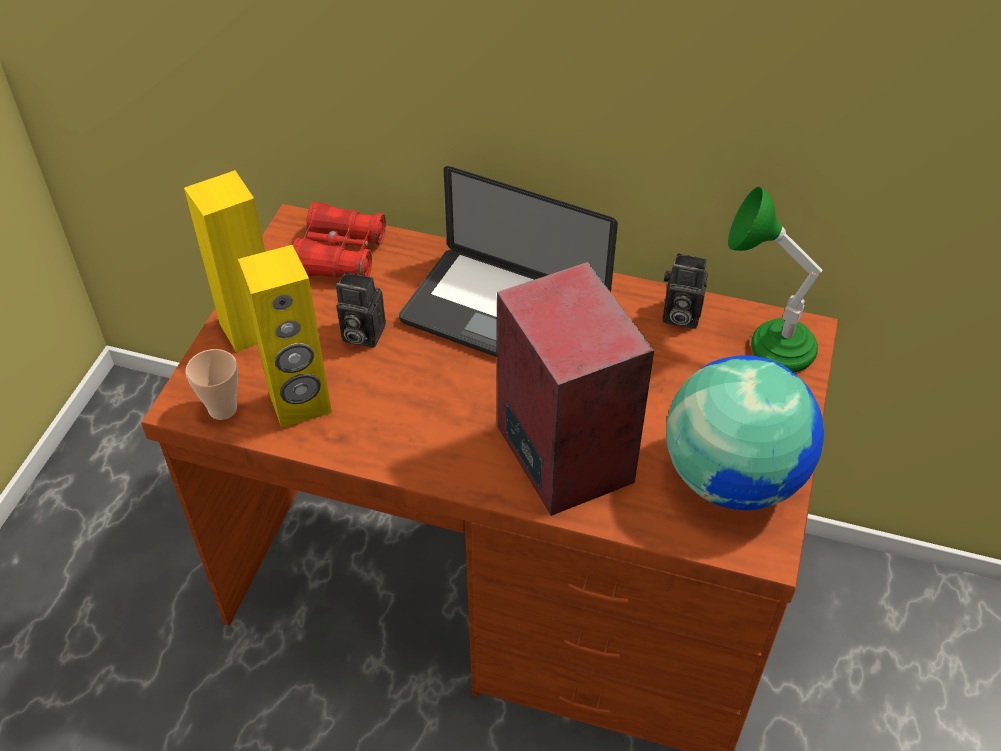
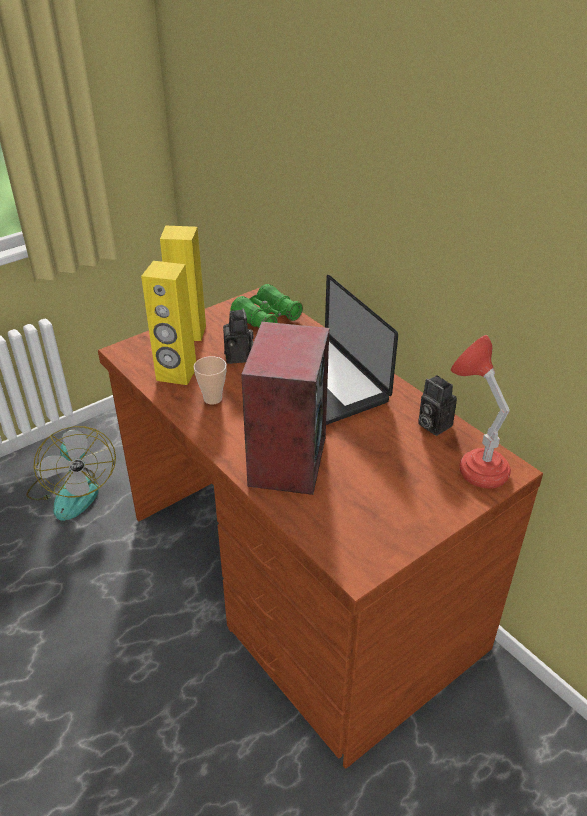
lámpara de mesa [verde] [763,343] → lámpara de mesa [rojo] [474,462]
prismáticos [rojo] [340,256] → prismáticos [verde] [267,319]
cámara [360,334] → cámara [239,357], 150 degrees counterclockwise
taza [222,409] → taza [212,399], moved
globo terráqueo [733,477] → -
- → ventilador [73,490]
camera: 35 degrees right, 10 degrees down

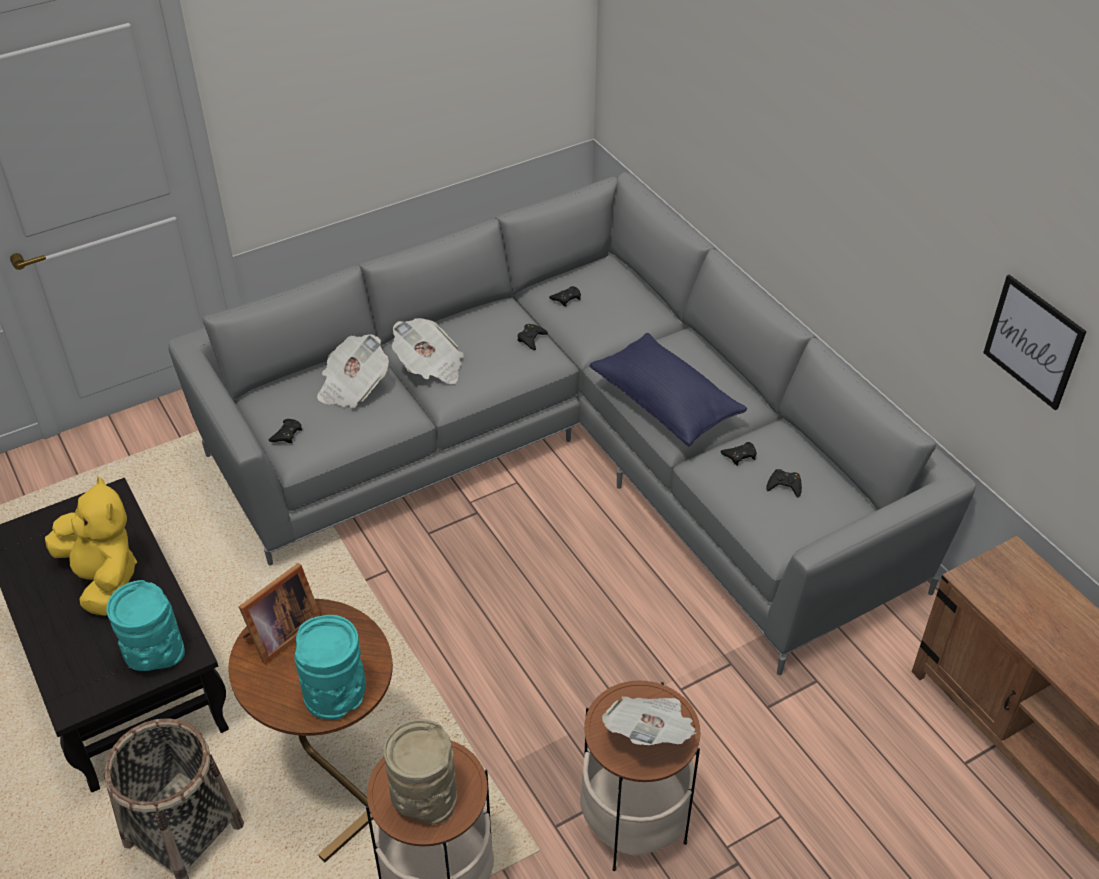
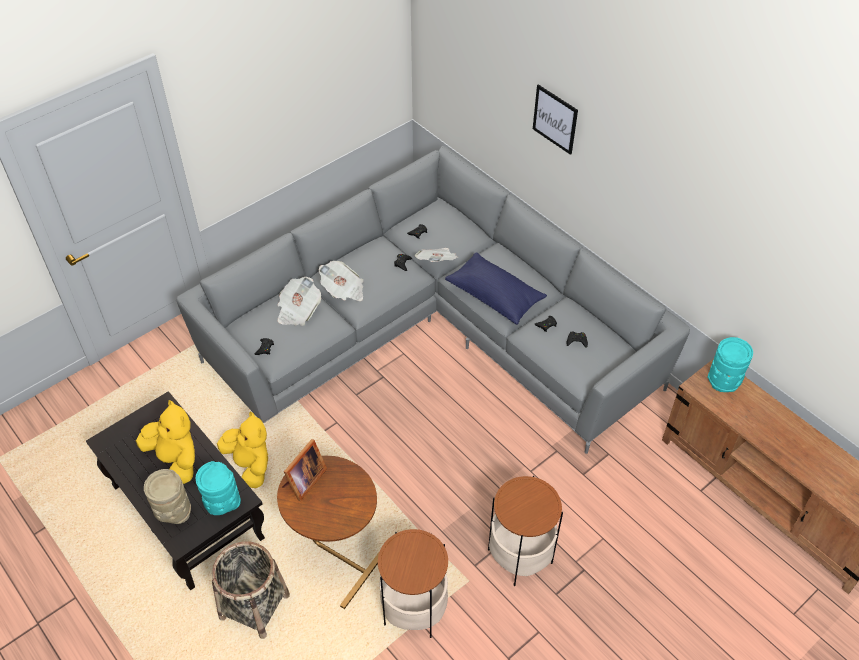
cuadro [1033,342] → cuadro [555,119], moved
florero [turquesa] [336,695] → florero [turquesa] [724,380], moved
periódico [650,733] → periódico [437,263], moved
florero [beis] [423,799] → florero [beis] [172,511], moved
- → peluche [amarillo] [250,465]
camera: 10 degrees left, 5 degrees up

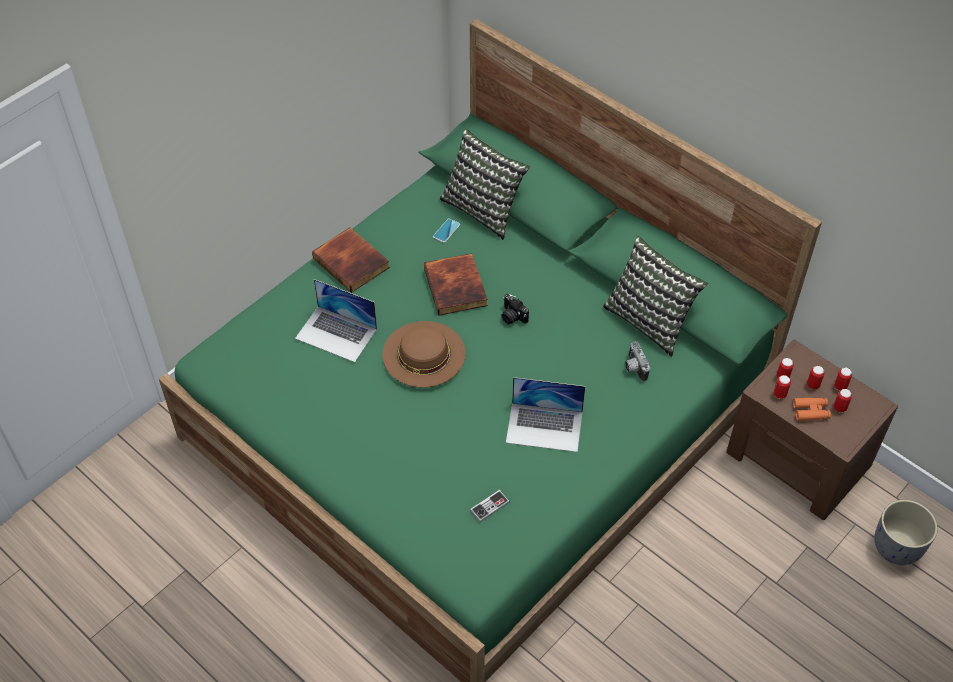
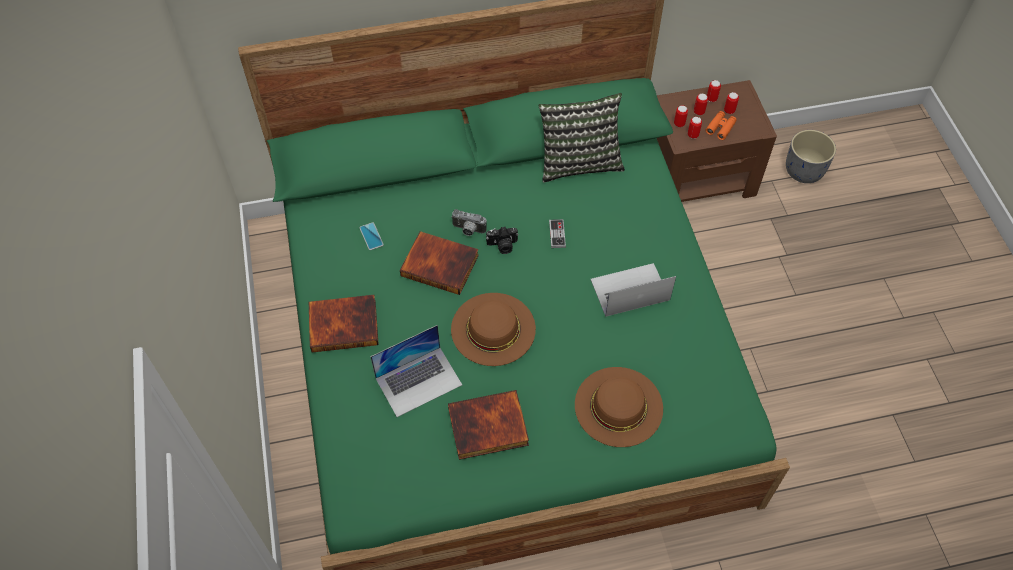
cojín [484,208] → -
cámara [633,368] → cámara [468,230], moved
portátil [544,427] → portátil [629,290], 150 degrees counterclockwise
mando de consola [489,506] → mando de consola [557,234], moved
- → sombrero [marrón] [618,406]
- → libro [487,428]
camera: 55 degrees left, 5 degrees up

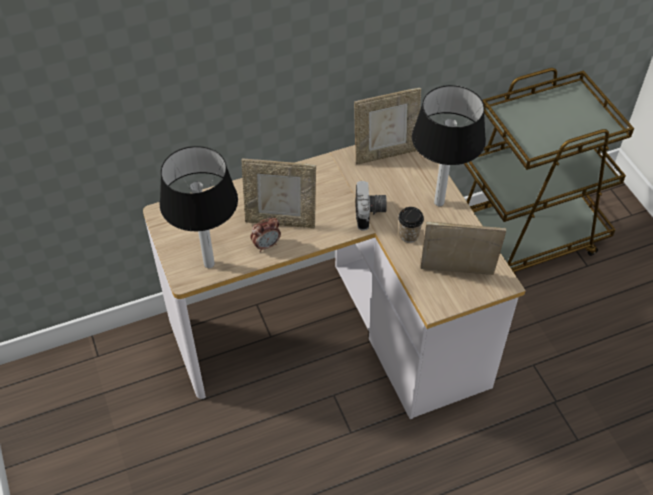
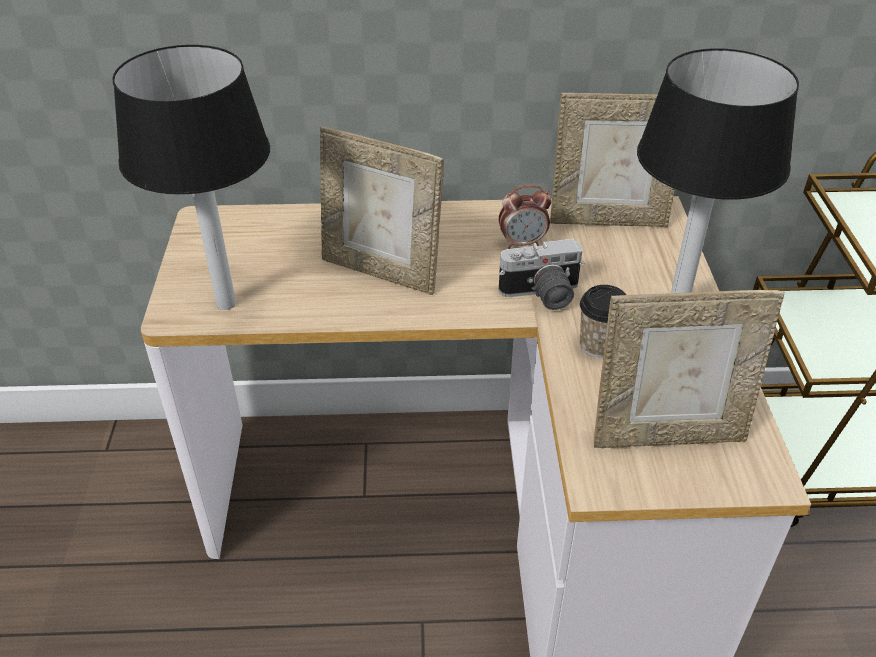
cámara [370,213] → cámara [542,296], 60 degrees clockwise
despertador [266,245] → despertador [522,243], moved
portarretratos [456,274] → portarretratos [667,435], 150 degrees clockwise
camera: 20 degrees right, 10 degrees down

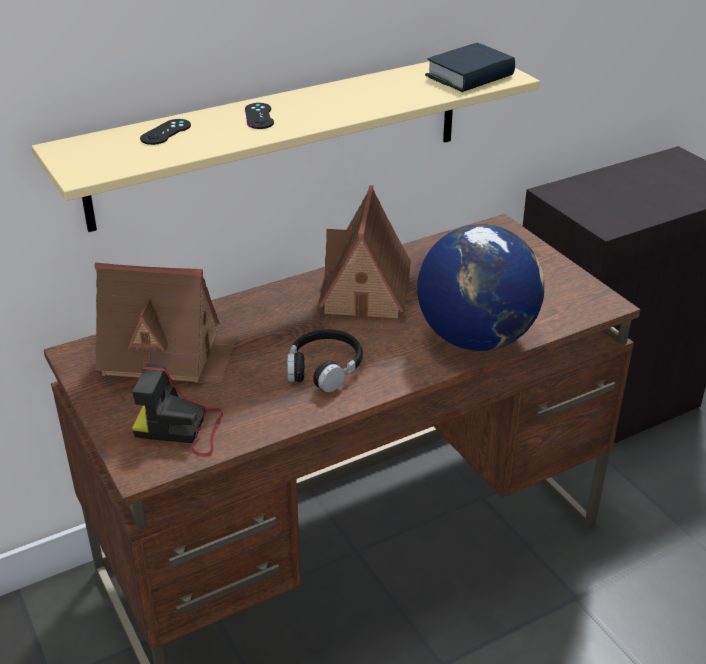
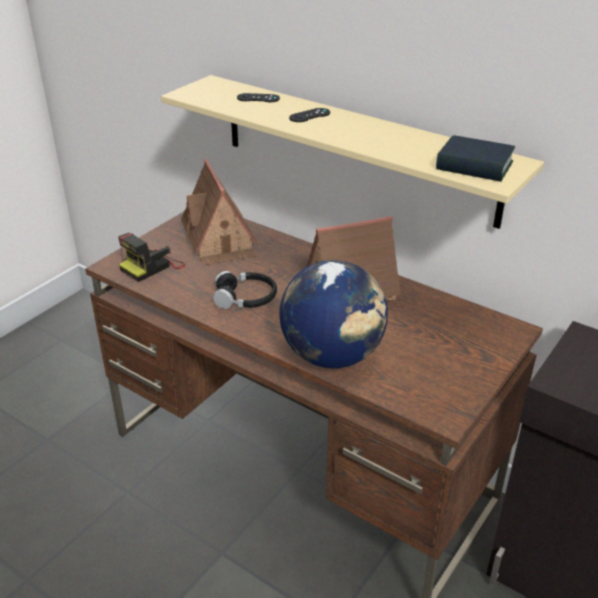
cámara [181,429] → cámara [152,267], 120 degrees counterclockwise
camera: 65 degrees right, 0 degrees up

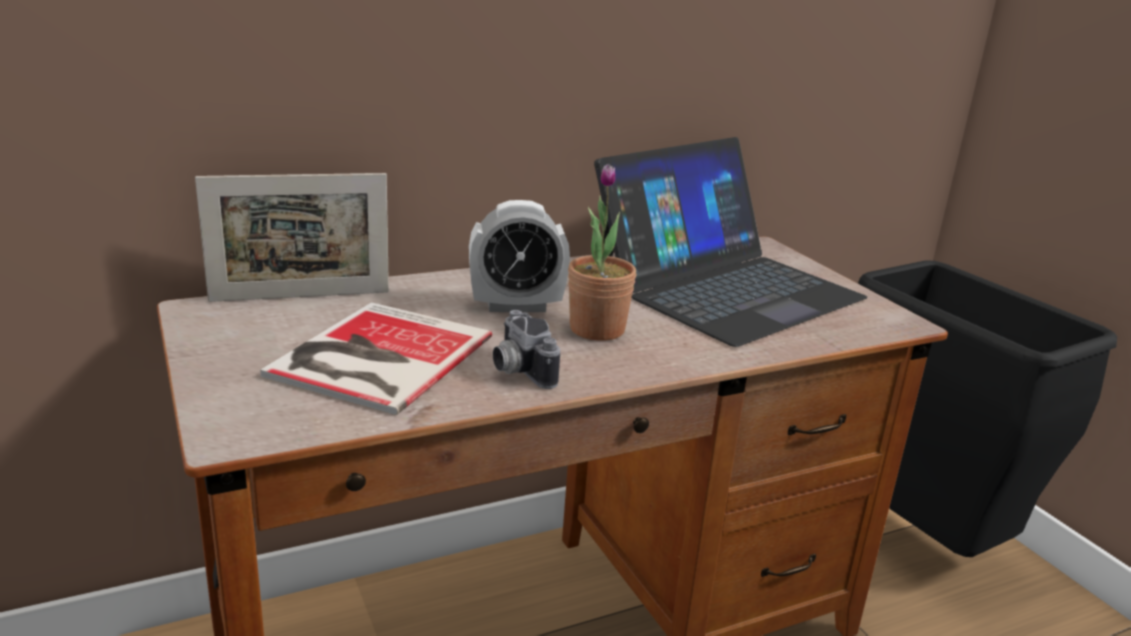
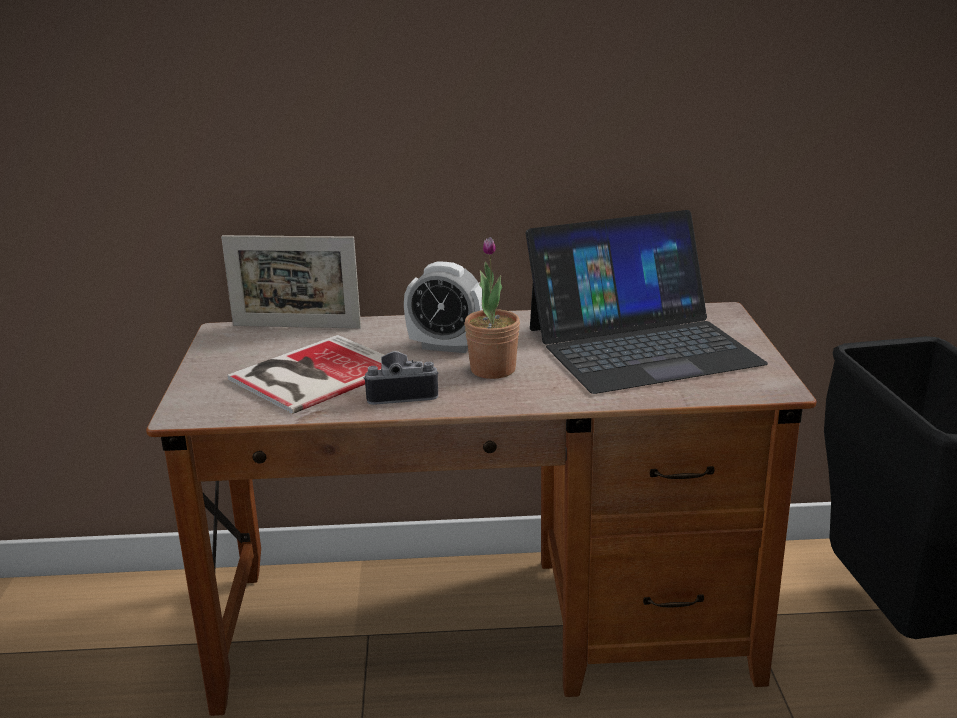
cámara [517,371] → cámara [402,394], 90 degrees clockwise
camera: 25 degrees right, 0 degrees up

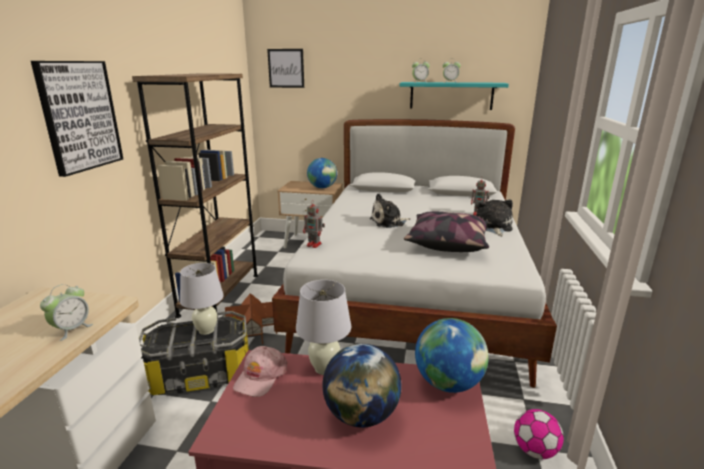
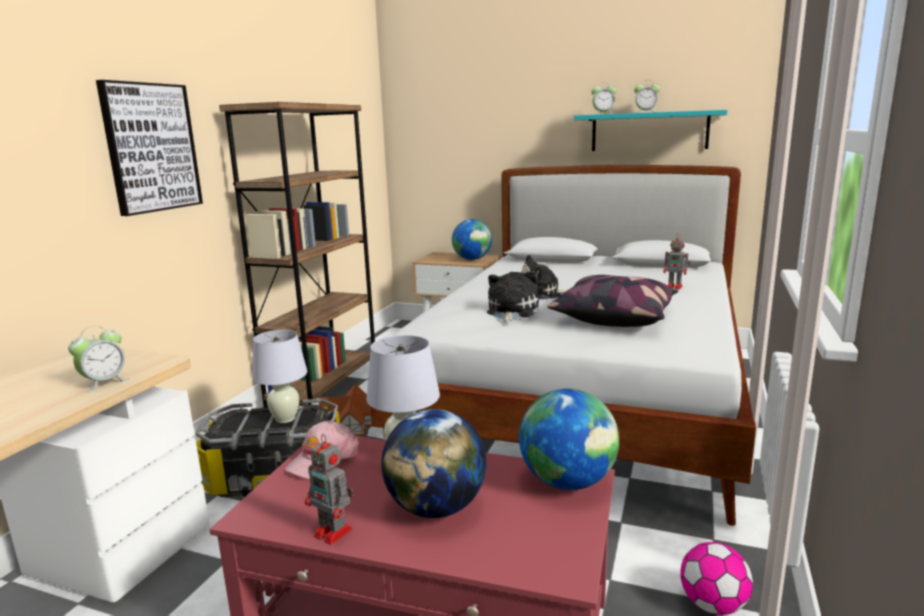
cuadro [286,68] → -
robot de juguete [314,245] → robot de juguete [334,533], moved
peluche [493,227] → peluche [511,312], moved
camera: 10 degrees right, 5 degrees down

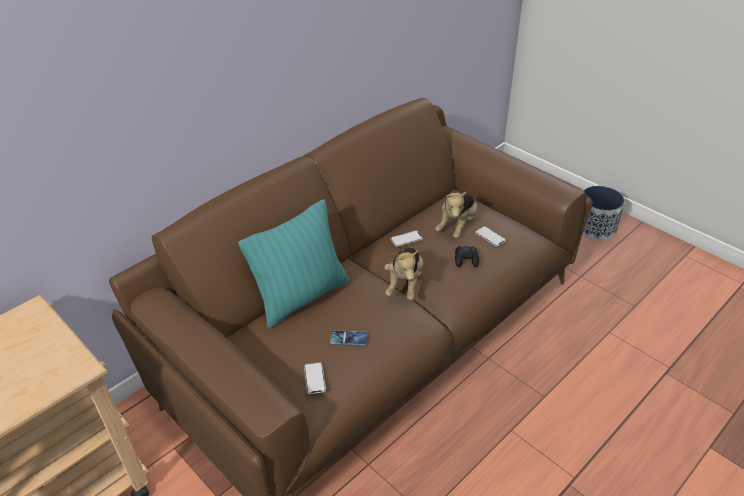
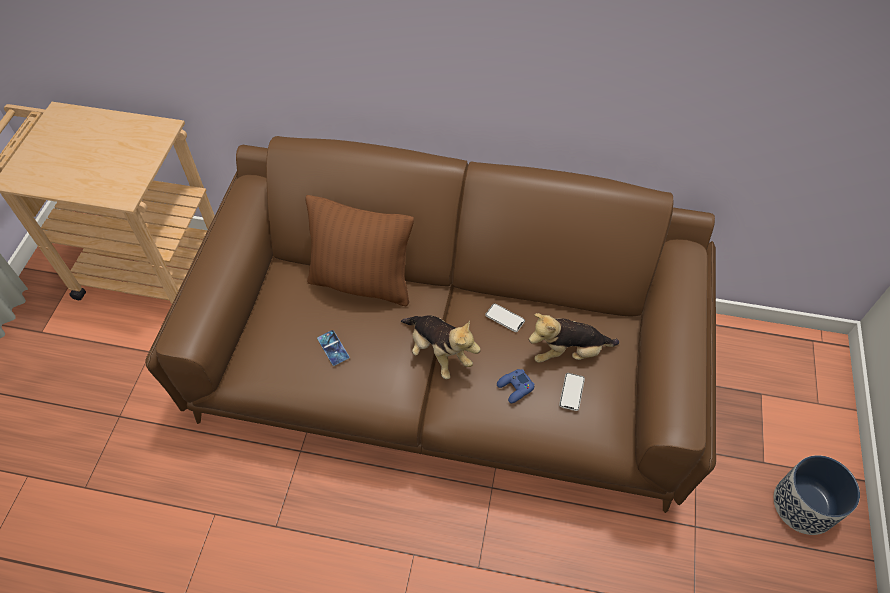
cojín [turquesa] [302,297] → cojín [marrón] [362,283]
mando de consola [negro] [466,259] → mando de consola [azul] [515,388]
peluche [405,284] → peluche [438,353], 105 degrees counterclockwise
móvil [314,378] → -
camera: 55 degrees right, 15 degrees up

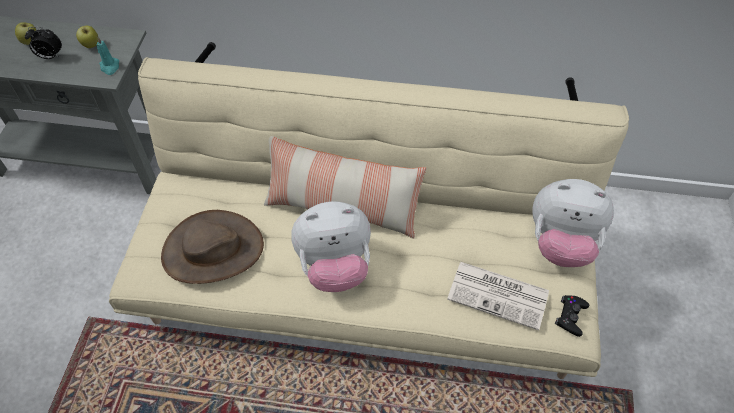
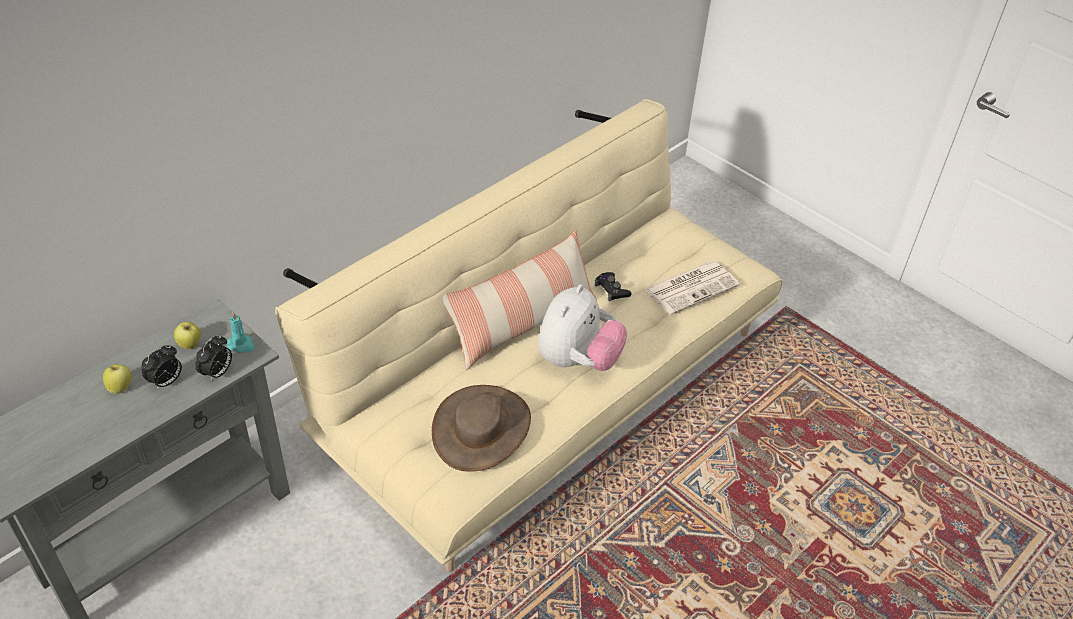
peluche [561,243] → -
mando de consola [negro] [571,316] → mando de consola [negro] [611,290], moved
- → despertador [217,373]
camera: 55 degrees left, 10 degrees down

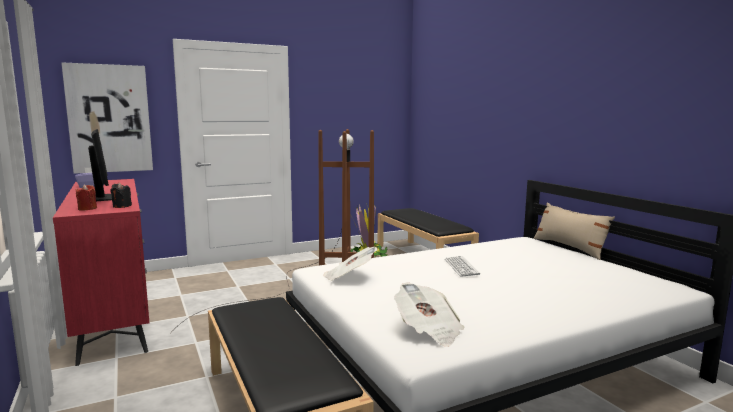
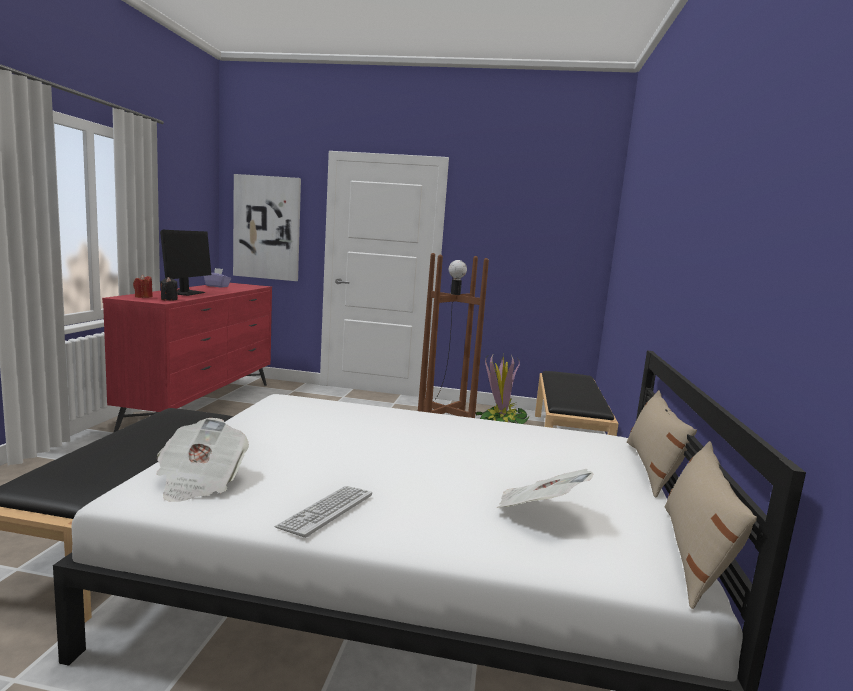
periódico [349,277] → periódico [538,511], moved
teclado [461,267] → teclado [326,511], moved
- → cojín [beis] [694,554]
camera: 35 degrees right, 0 degrees up

